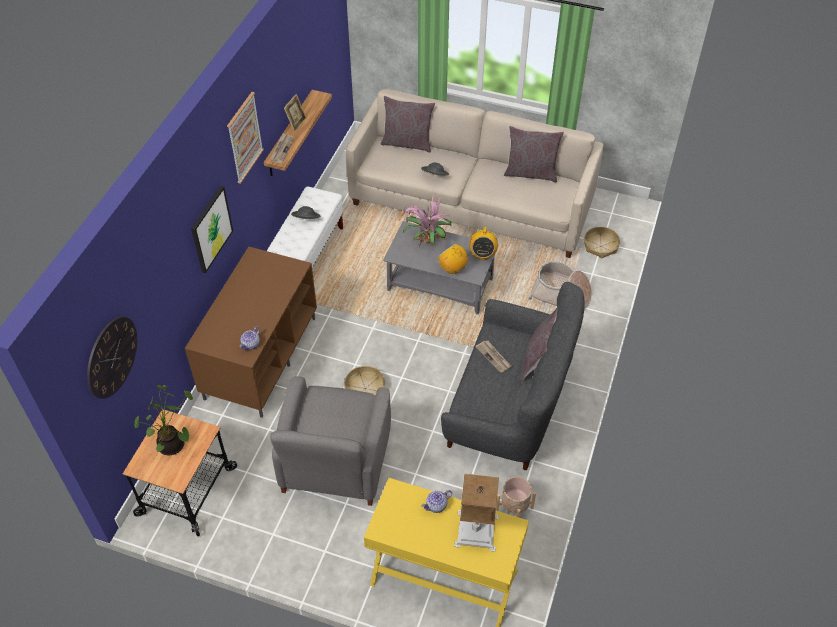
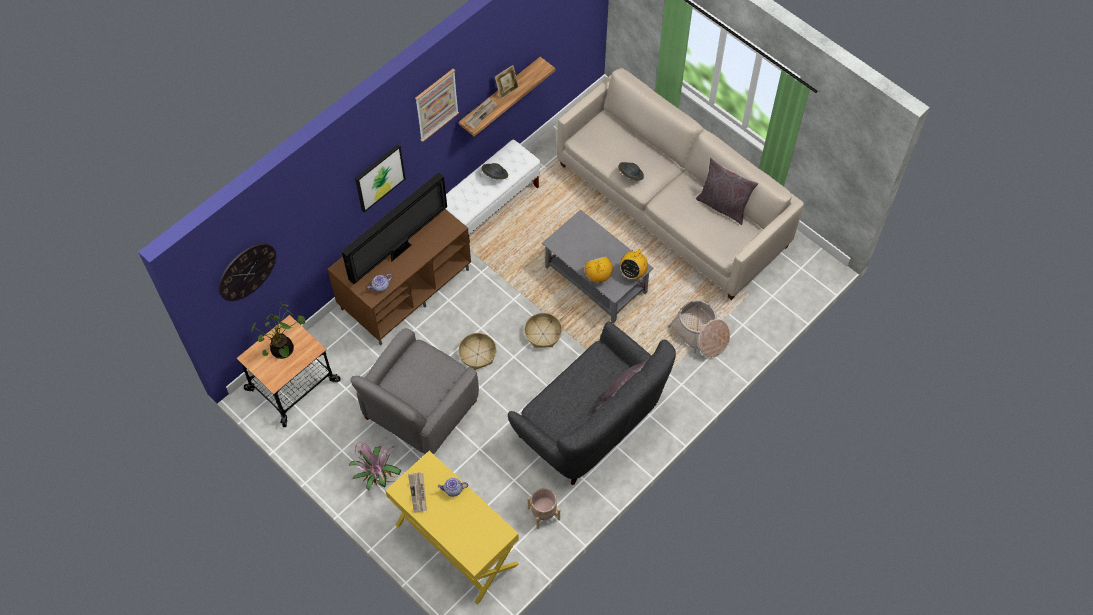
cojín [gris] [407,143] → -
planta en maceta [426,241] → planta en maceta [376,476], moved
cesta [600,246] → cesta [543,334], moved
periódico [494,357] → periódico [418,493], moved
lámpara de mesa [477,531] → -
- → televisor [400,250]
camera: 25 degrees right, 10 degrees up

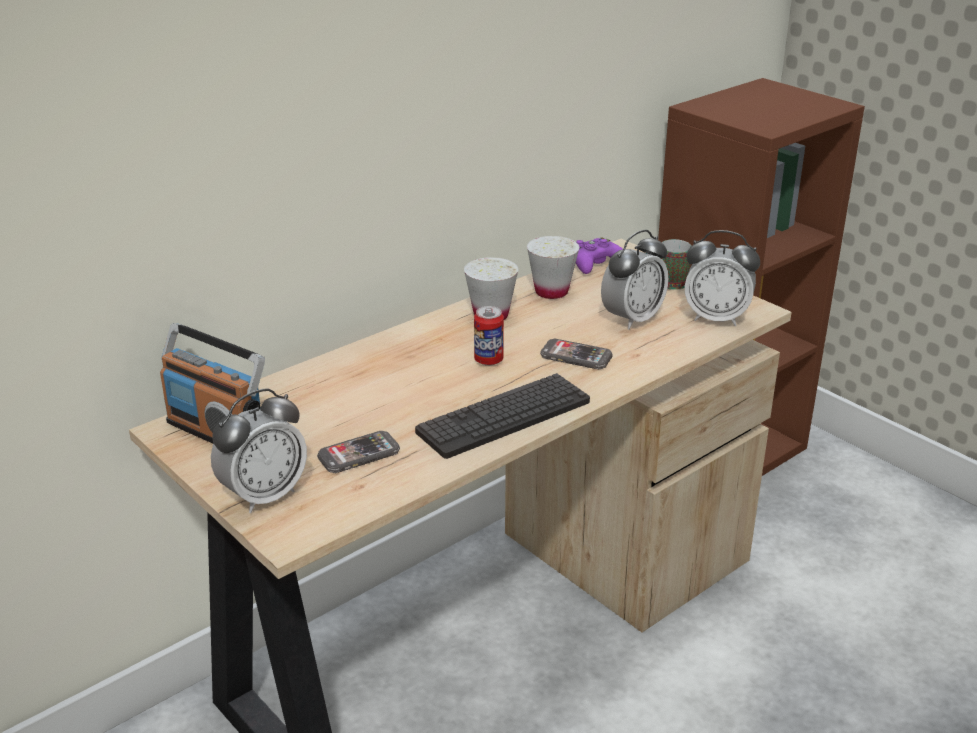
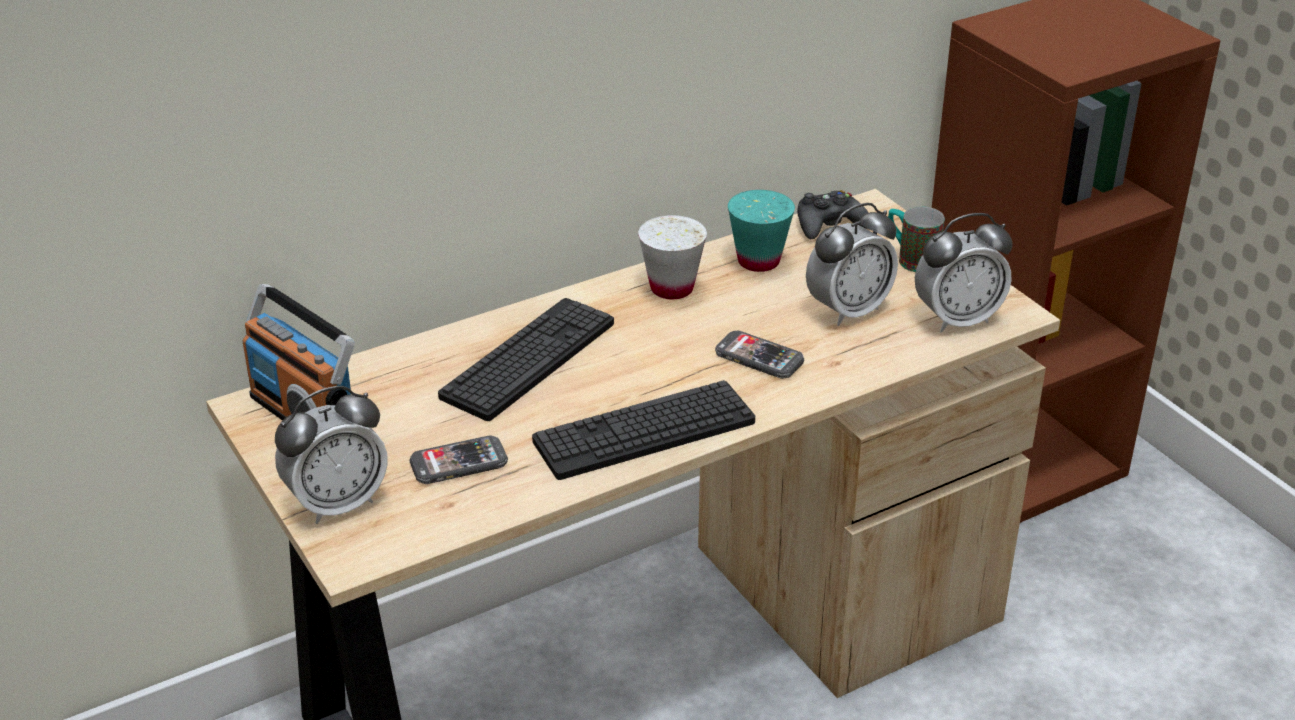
despertador [716,318] → despertador [957,320], 45 degrees counterclockwise
taza [blanco] [551,292] → taza [turquesa] [758,261]
mando de consola [morado] [596,264] → mando de consola [negro] [829,225]
lata [488,360] → -
- → teclado [528,359]
camera: 10 degrees right, 5 degrees up

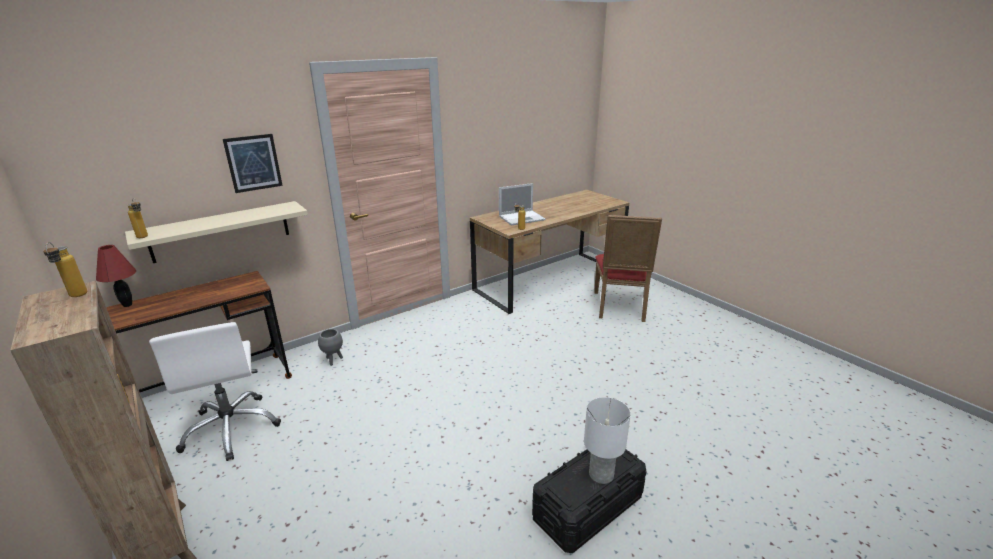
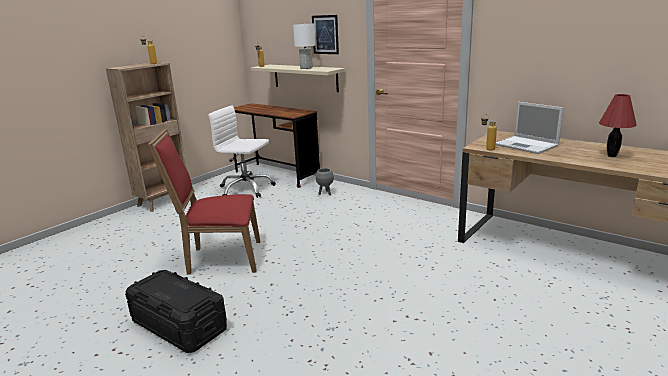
silla [rojo] [621,308] → silla [rojo] [220,258], moved
lámpara de mesa [rojo] [127,305] → lámpara de mesa [rojo] [612,156], moved
silla de oficina [blanco] [231,428] → silla de oficina [blanco] [246,189], 60 degrees clockwise
lámpara de mesa [blanco] [601,475] → lámpara de mesa [blanco] [306,68], moved
camera: 75 degrees right, 5 degrees down

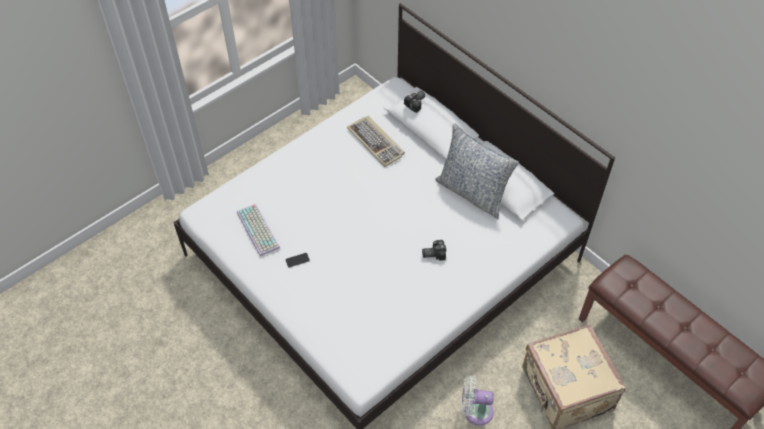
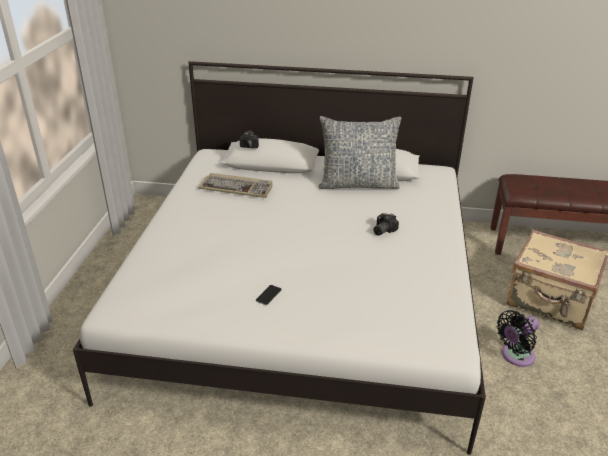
teclado [259,230] → -
ventilador [blanco] [475,411] → ventilador [negro] [515,356]
camera: 40 degrees left, 20 degrees down

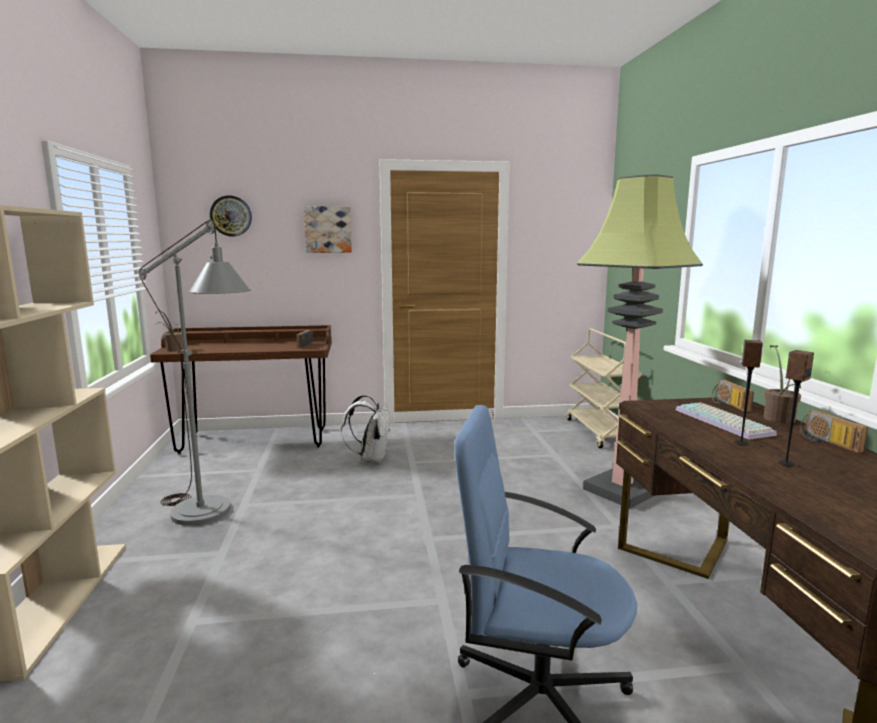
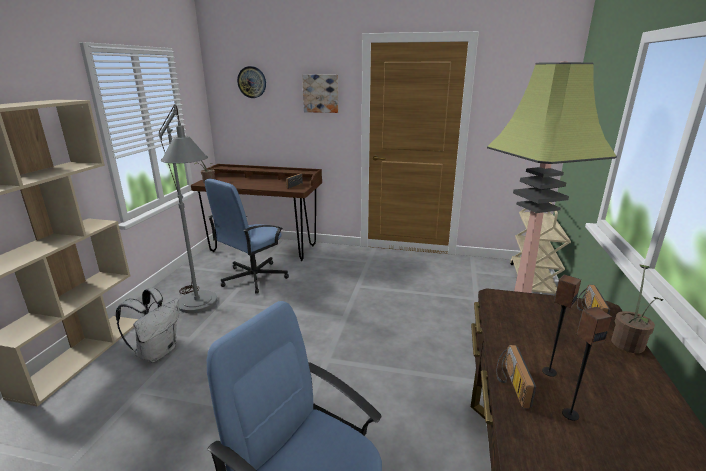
mochila [blanco] [371,458] → mochila [blanco] [157,352], moved
teclado [725,422] → -
radio [827,442] → radio [510,383], moved
- → silla de oficina [azul] [253,278]
camera: 20 degrees right, 10 degrees up

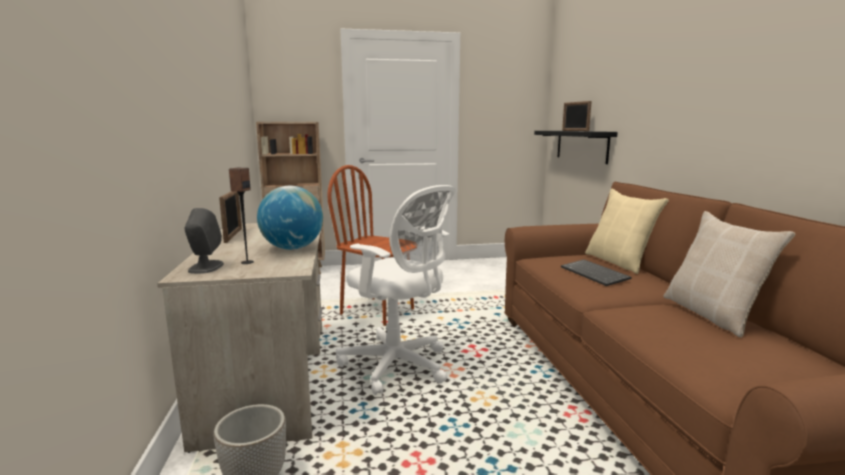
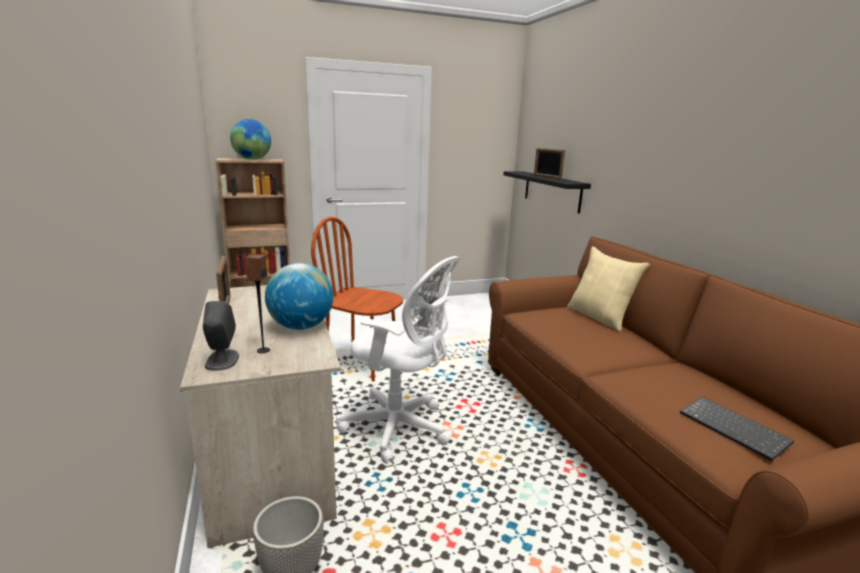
cojín [beis] [713,315] → -
teclado [595,274] → teclado [735,429], moved
- → globo terráqueo [252,159]
camera: 10 degrees left, 5 degrees up

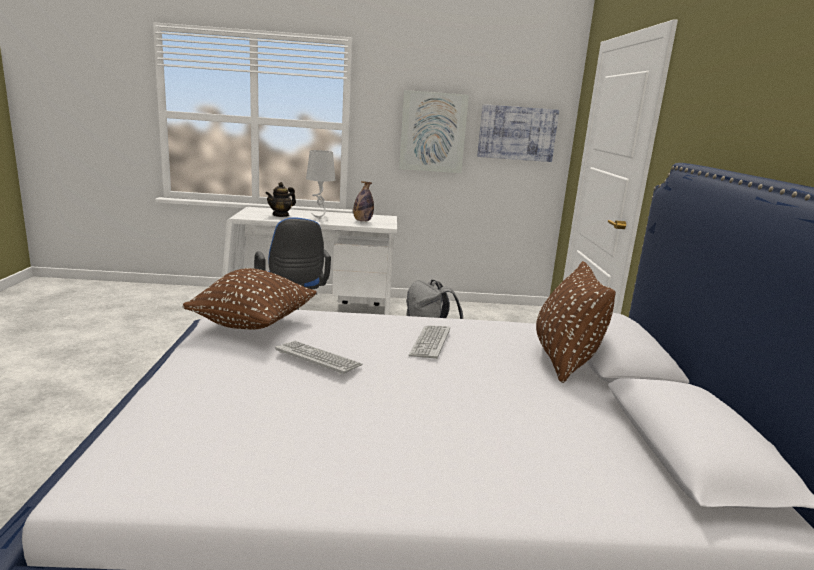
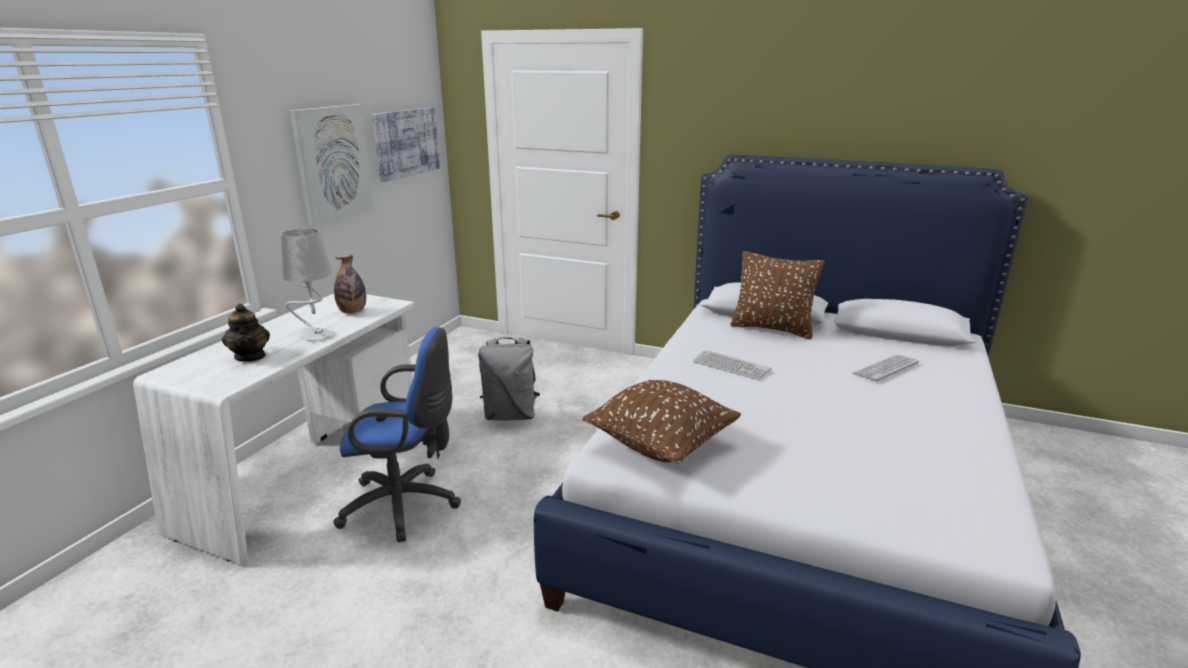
teclado [318,358] → teclado [885,369], moved
camera: 65 degrees left, 5 degrees up

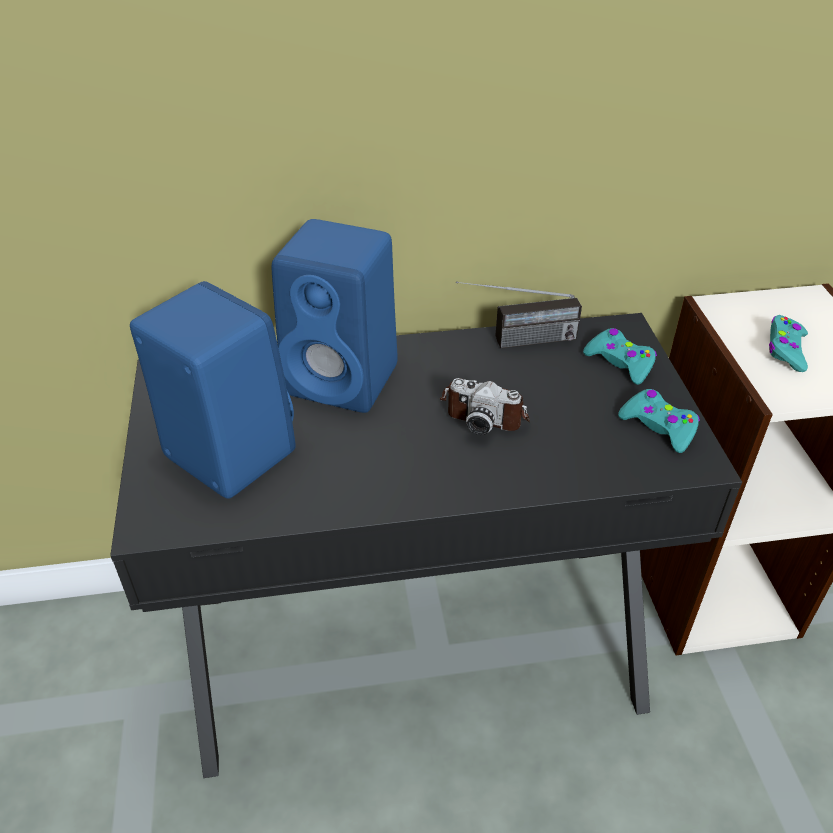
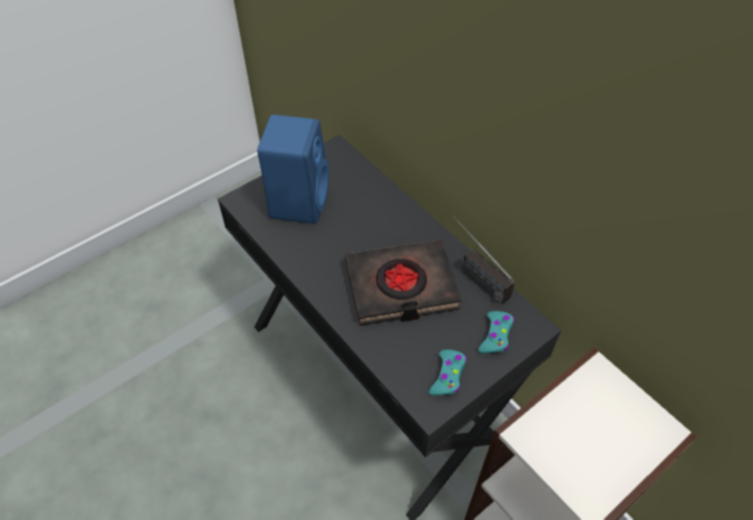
altavoz [azul] [345,380] → -
mando de consola [turquesa] [785,350] → -
cámara [485,410] → libro [negro] [401,287]
camera: 60 degrees right, 10 degrees up

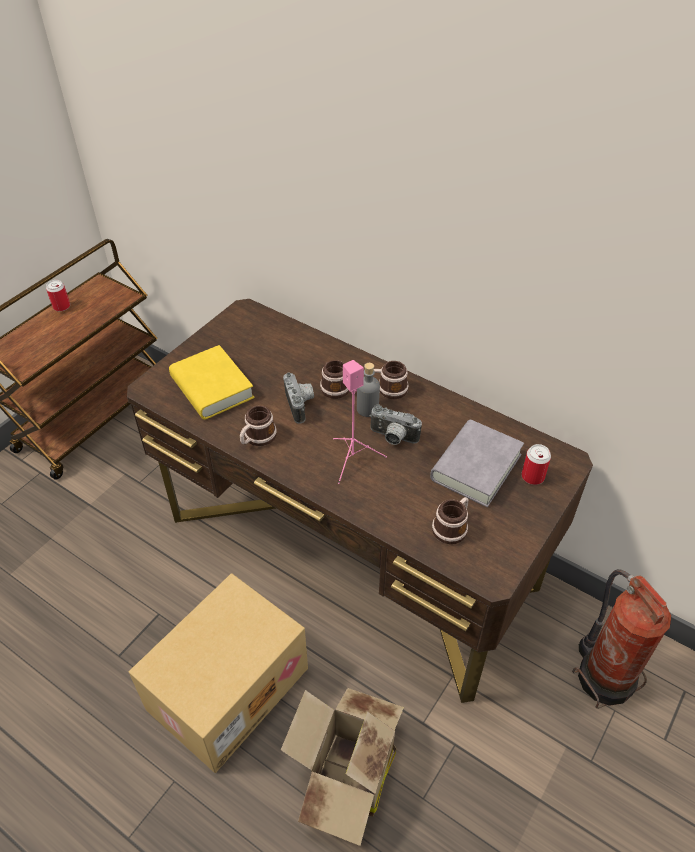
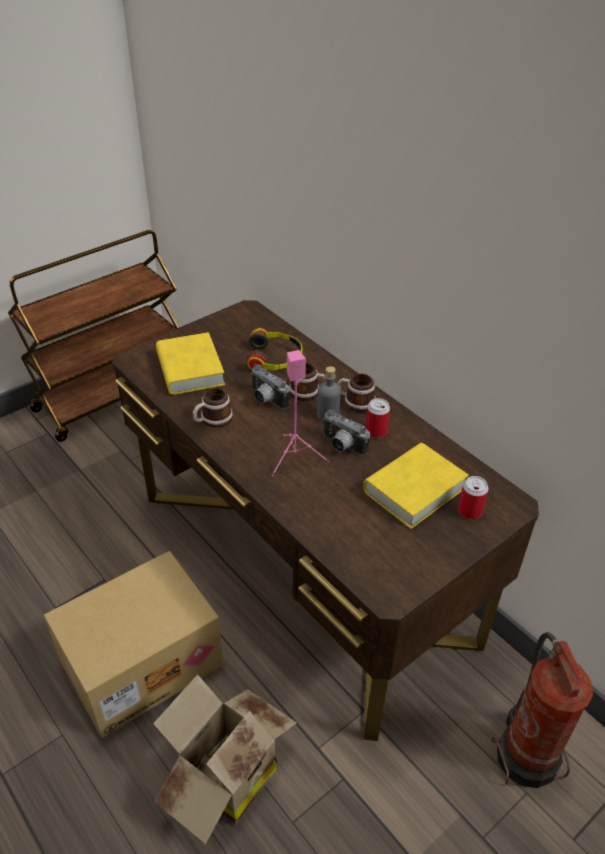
lata [61,306] → lata [376,431], moved
cámara [301,405] → cámara [265,400], 135 degrees clockwise
libro [gris] [476,467] → libro [amarillo] [414,490]
taza grande [452,527] → -
- → auriculares [275,358]
camera: 15 degrees right, 5 degrees down

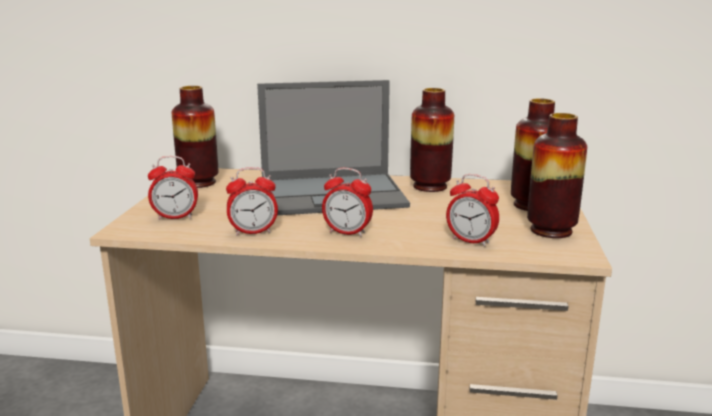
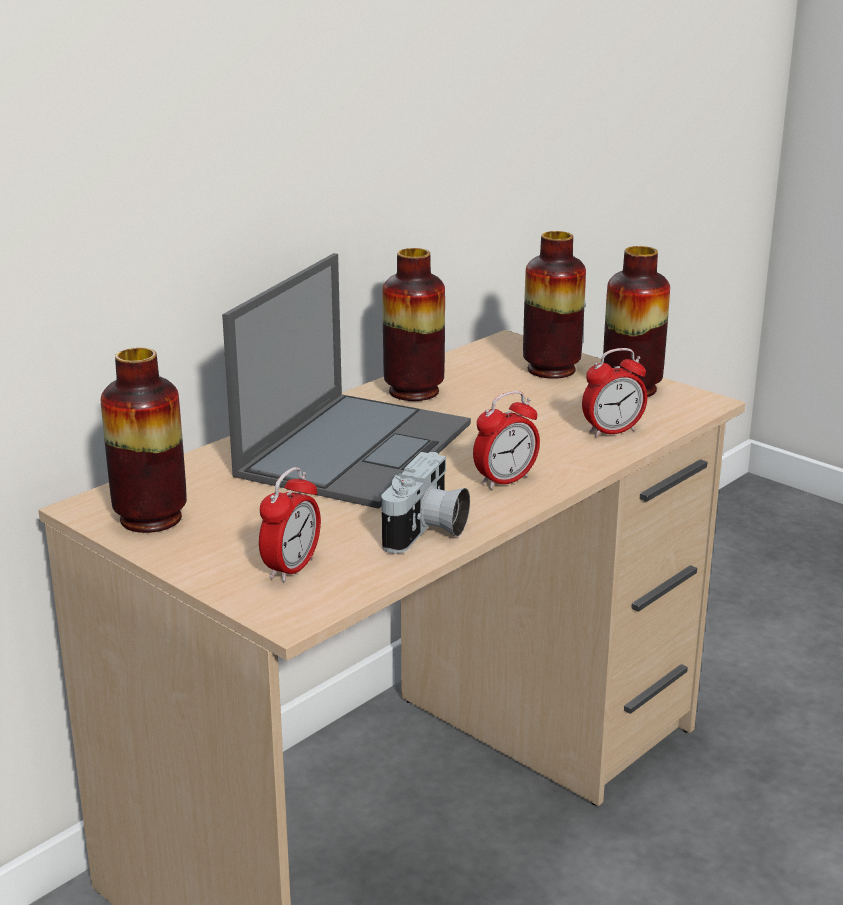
despertador [253,232] → cámara [427,531]
camera: 55 degrees left, 5 degrees up

